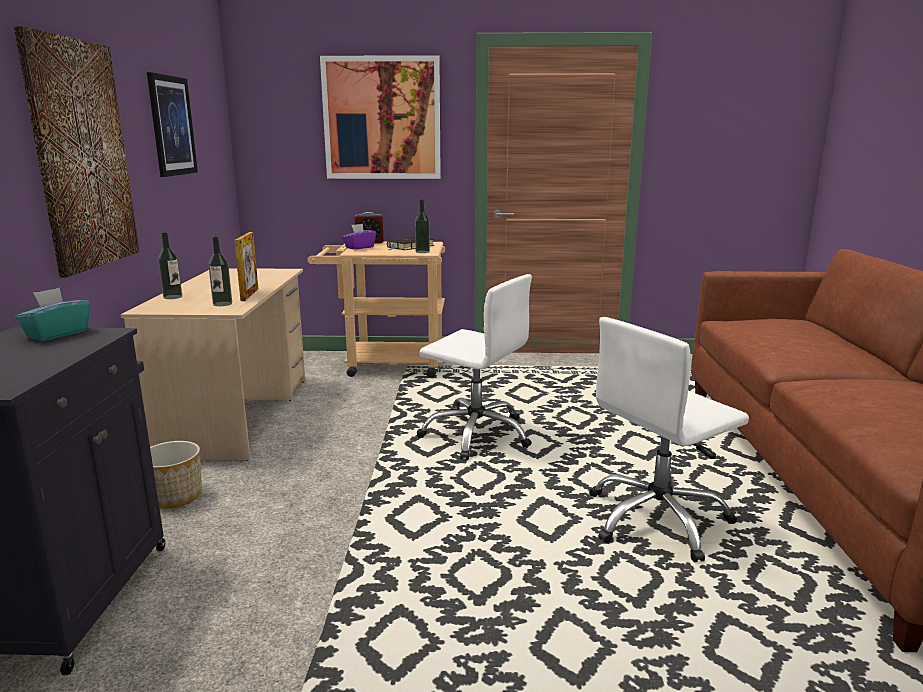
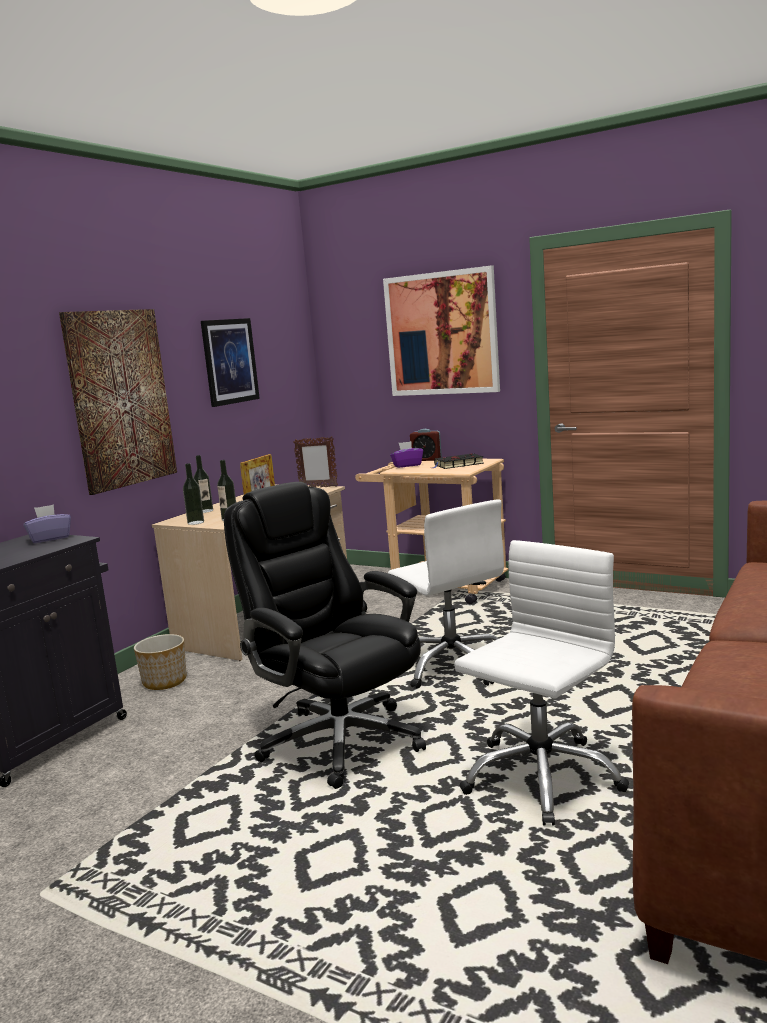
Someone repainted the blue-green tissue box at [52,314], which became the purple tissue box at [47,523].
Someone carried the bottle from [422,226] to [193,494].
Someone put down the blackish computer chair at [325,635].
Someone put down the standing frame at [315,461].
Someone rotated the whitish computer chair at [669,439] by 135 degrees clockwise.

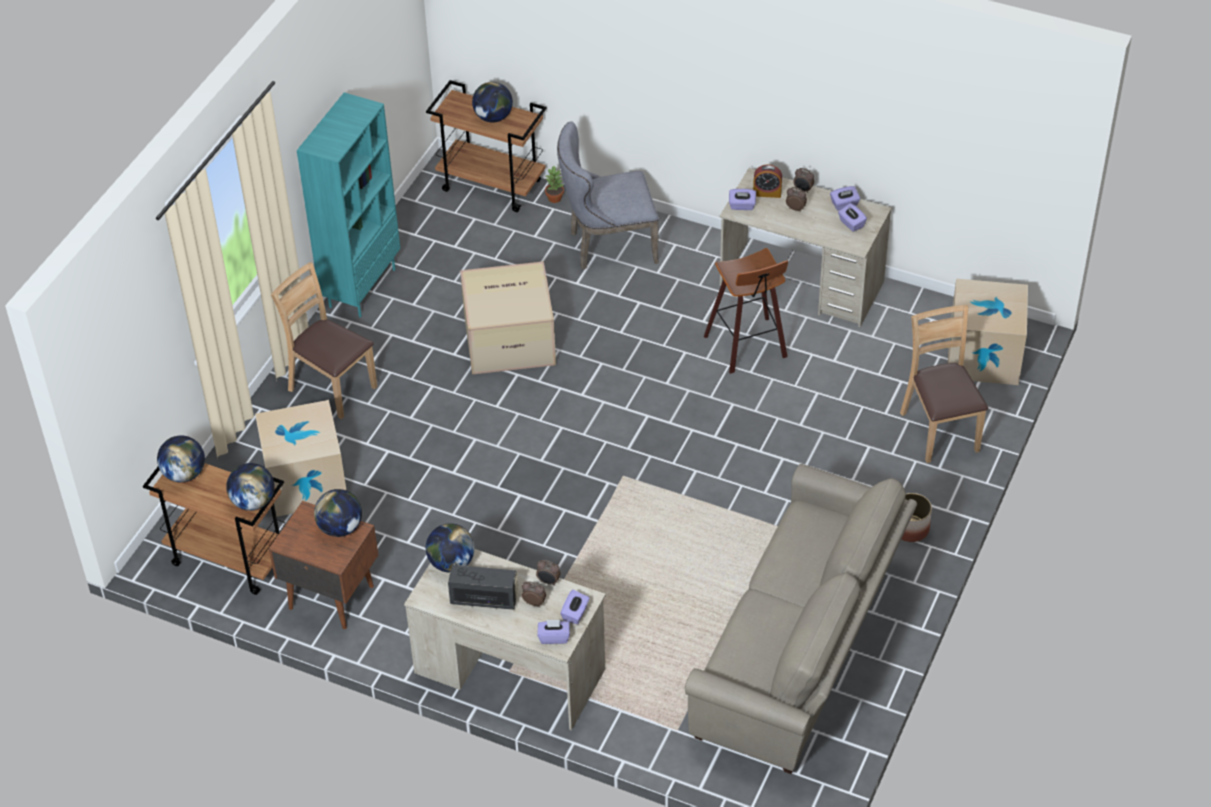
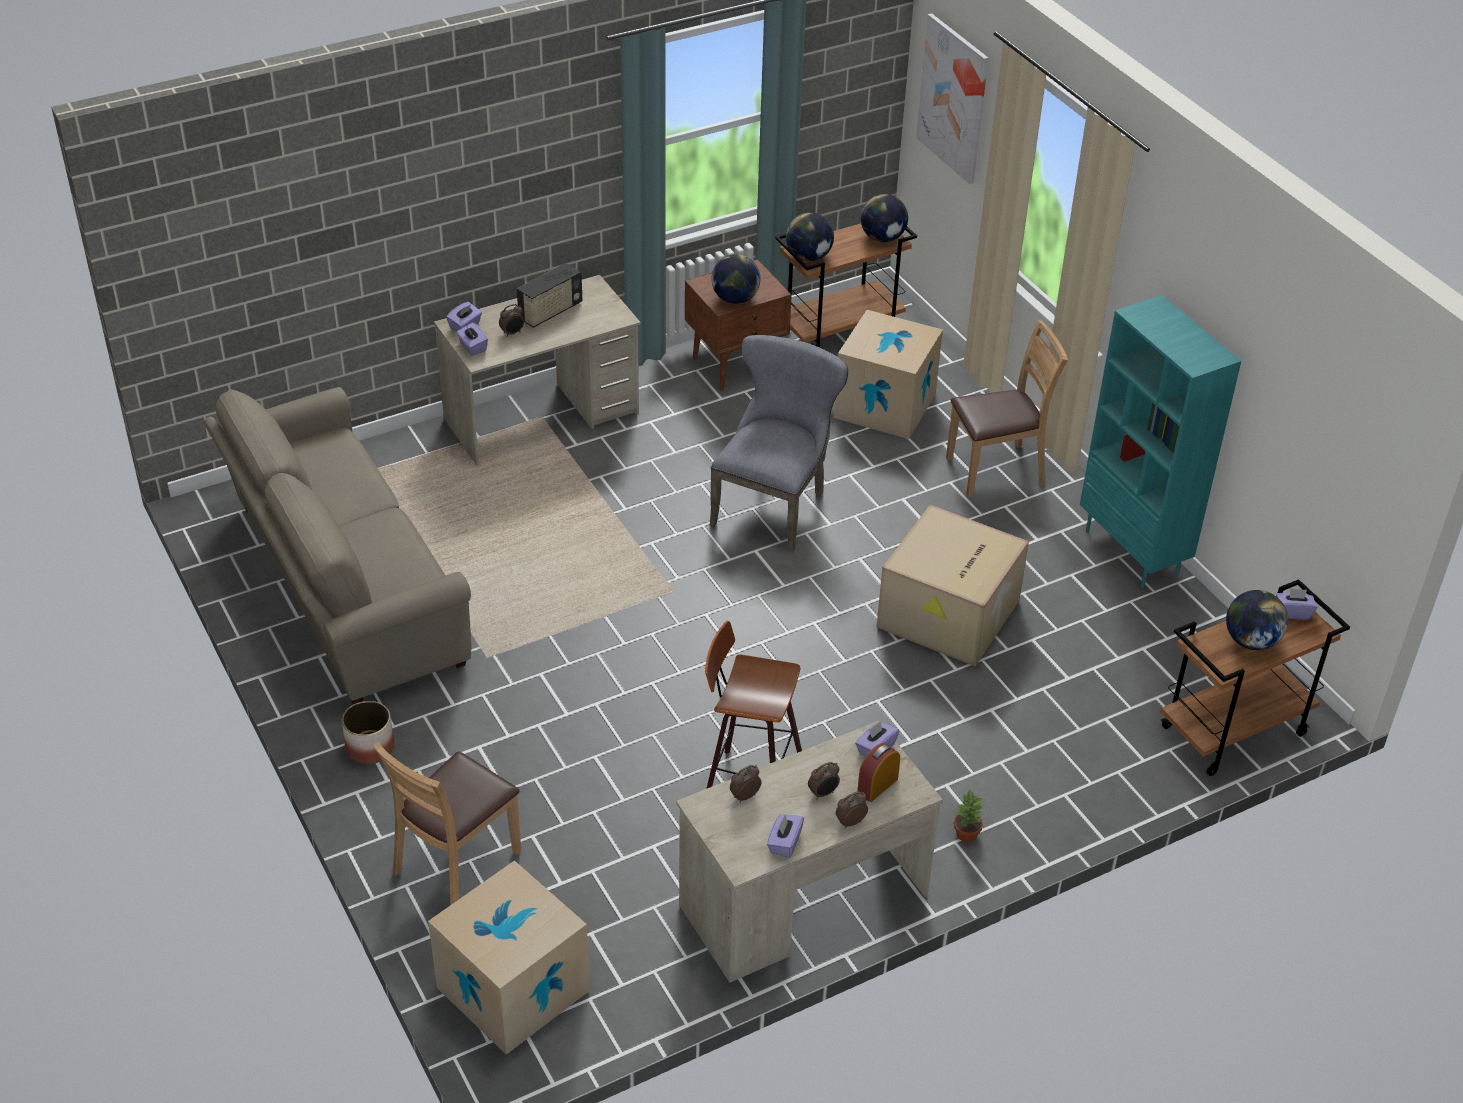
Someone rotated the brown upright chair at [944,384] by 105 degrees clockwise.
Someone carried the gray upright chair from [608,195] to [779,443].
Someone carried the bedside clock from [548,573] to [746,784].
Someone put up the picture at [952,98].
Someone carried the plant in a pot from [554,184] to [969,816].
Someone carried the purple tissue box from [852,217] to [1296,604].
Someone took away the world globe at [450,547].

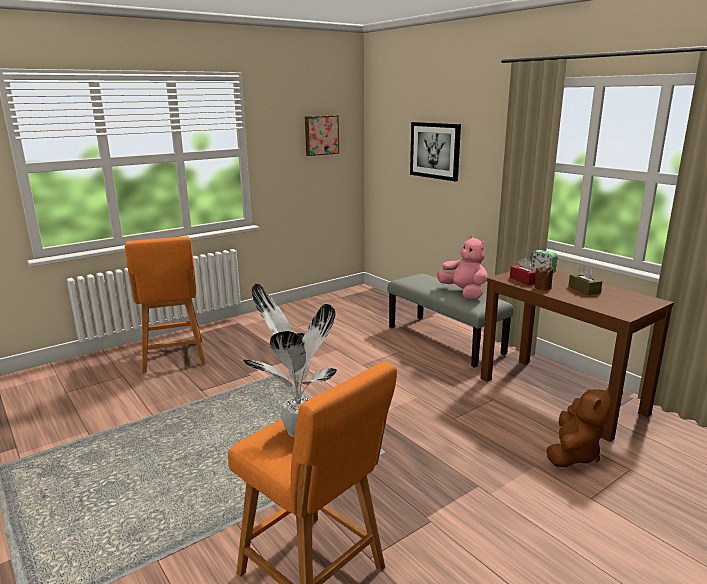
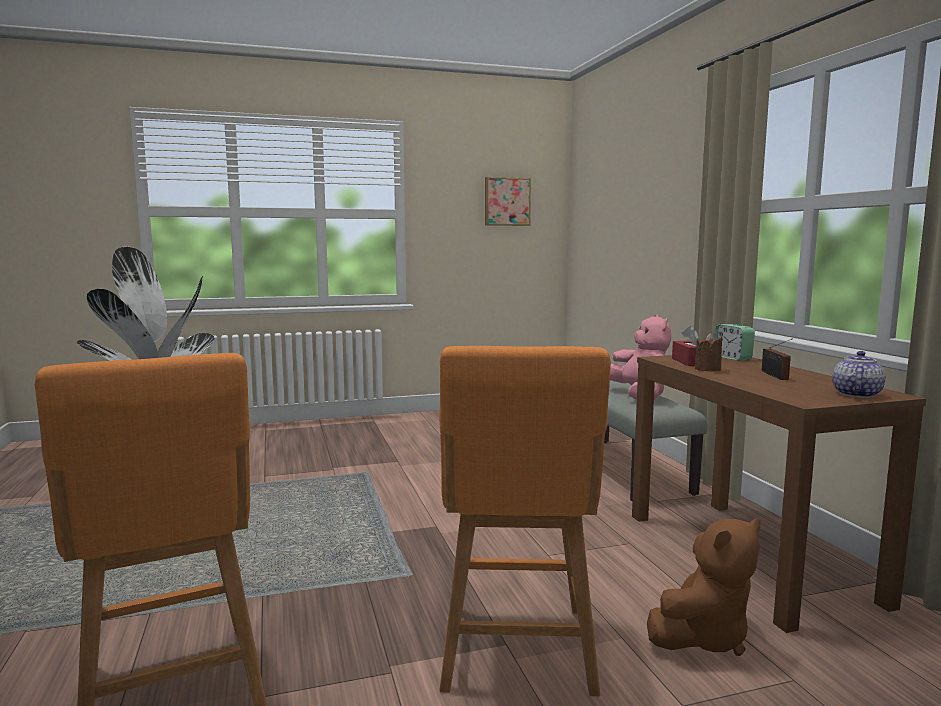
Someone carried the orange-coloured stool seat from [165,304] to [525,521].
Someone swapped the brown tissue box at [585,280] for the radio set at [777,359].
Someone put down the teapot at [859,374].
Someone took away the picture at [435,152].

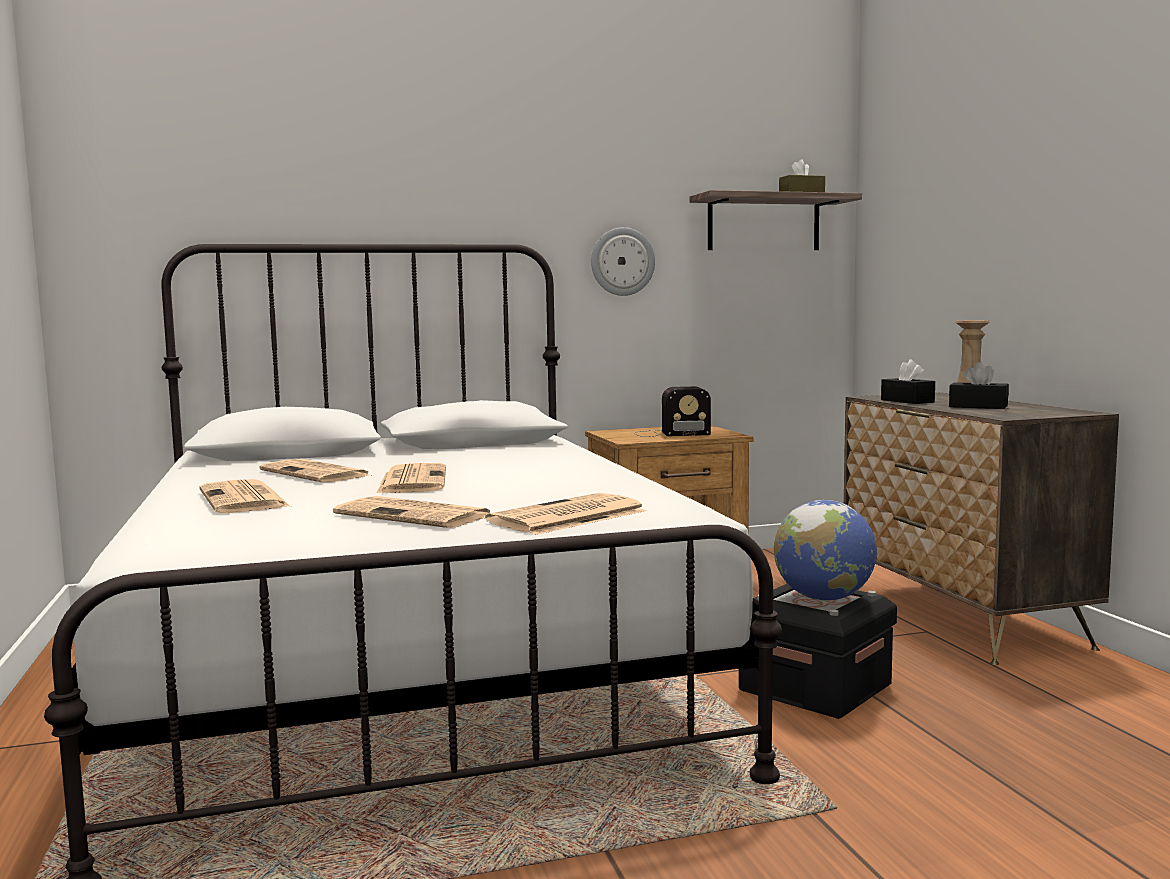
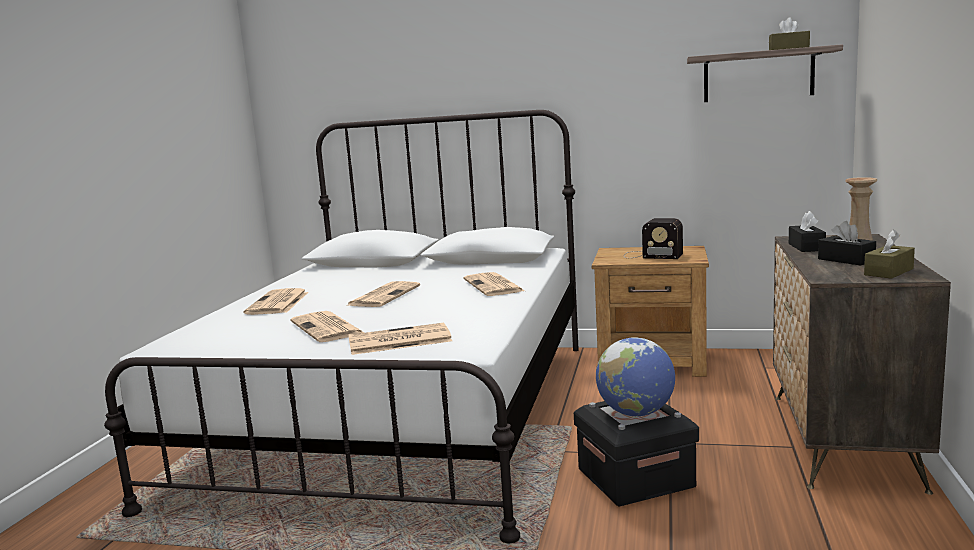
Someone carried the daily paper from [316,470] to [494,284].
Someone put down the brown tissue box at [889,254].
Someone took away the hanging clock at [623,261].

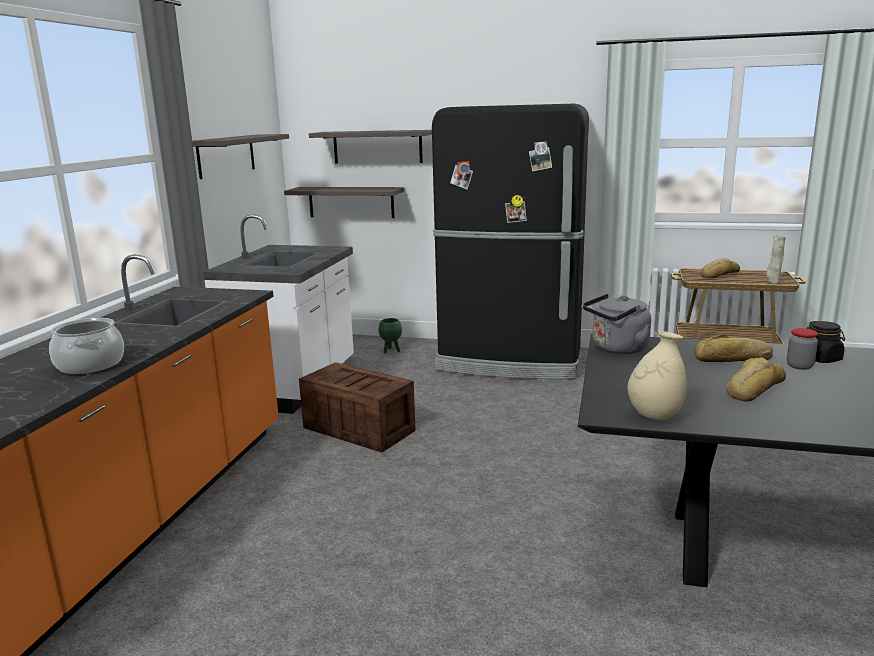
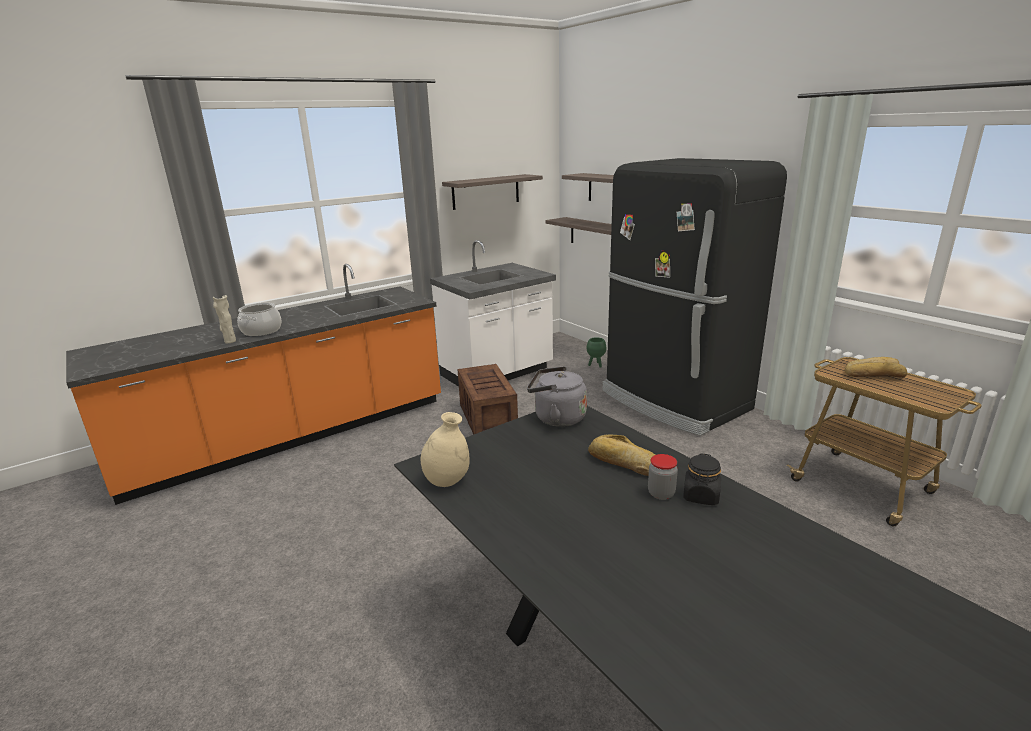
Someone carried the beige vase from [776,259] to [224,319].
Someone took away the bread at [756,379].

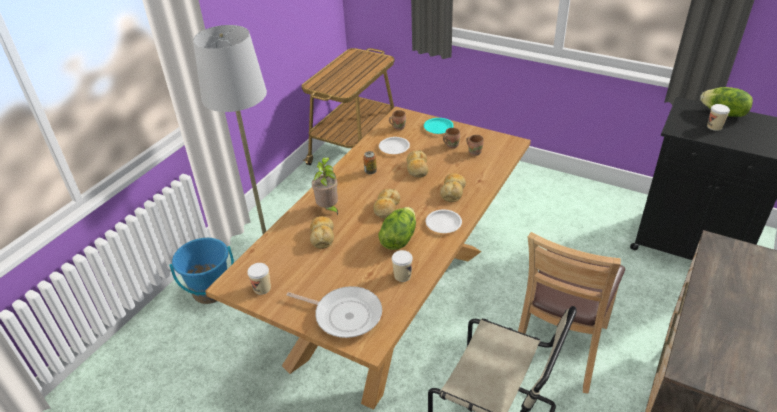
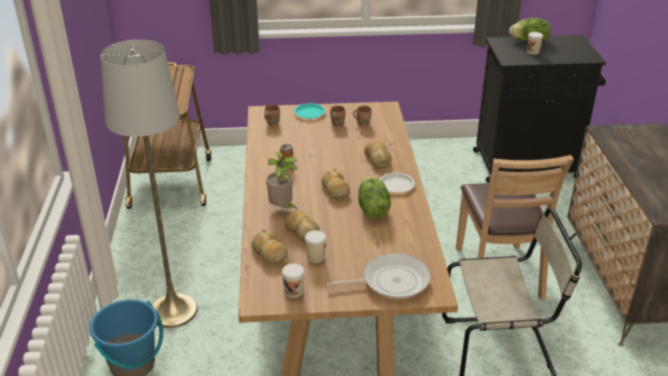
Someone carried the bread from [417,164] to [269,247].
Someone carried the drinking cup from [402,266] to [315,246].
Someone took away the whitish flat dish at [394,145].

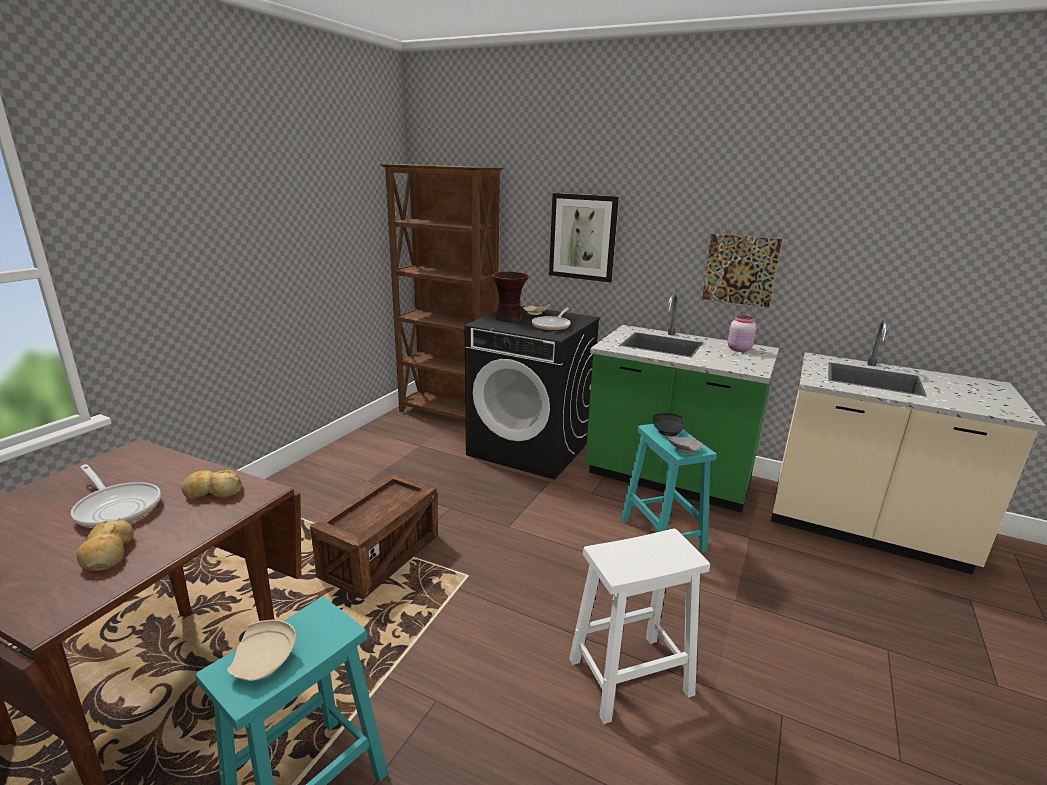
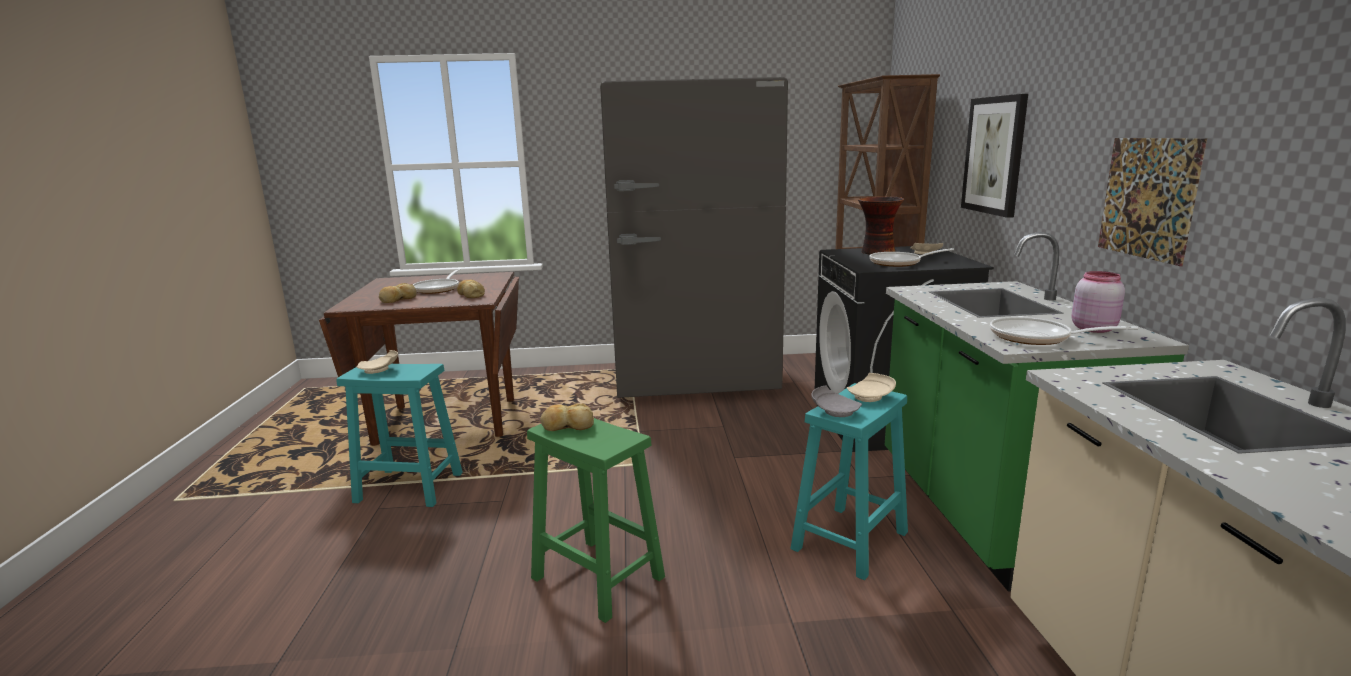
Someone repainted the whitish stool seat at [639,626], which became the green-coloured stool seat at [596,520].
Someone put down the bread at [567,417].
Someone put down the gray fridge at [694,237].
Someone repainted the blackish flat dish at [668,424], which became the beige flat dish at [871,387].
Someone put down the frying pan at [1064,331].
Someone took away the shipping crate at [374,536].

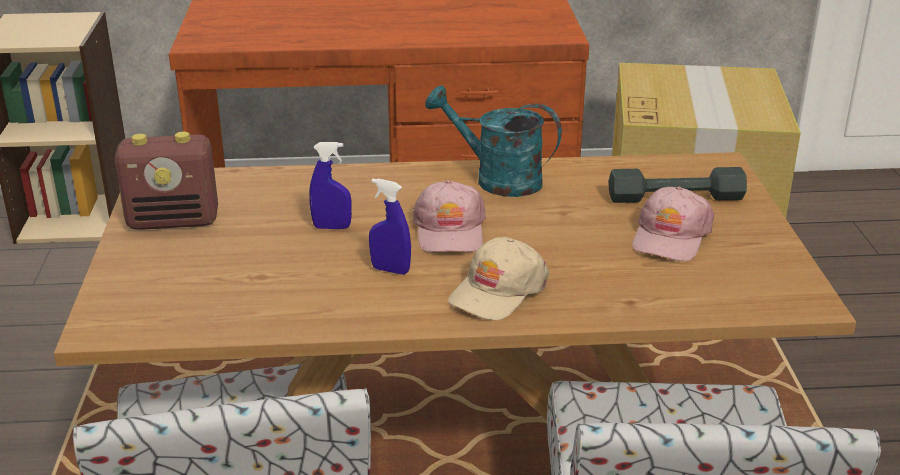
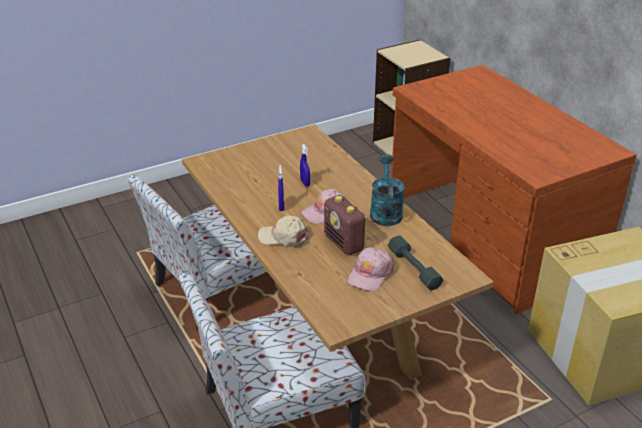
Someone carried the radio set from [166,181] to [345,225].
Someone rotated the pink peaked cap at [673,224] by 60 degrees counterclockwise.

